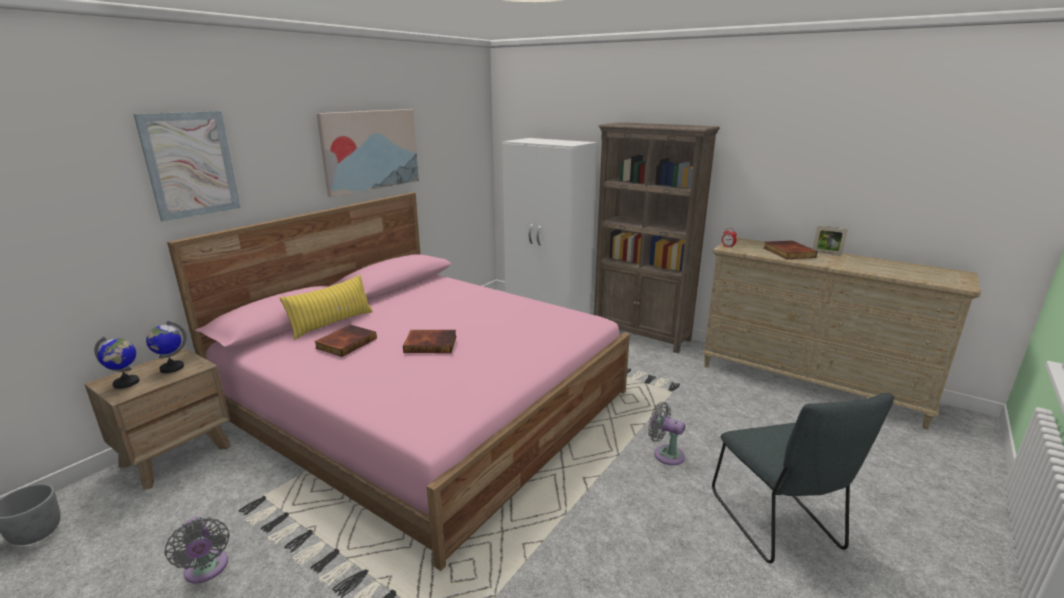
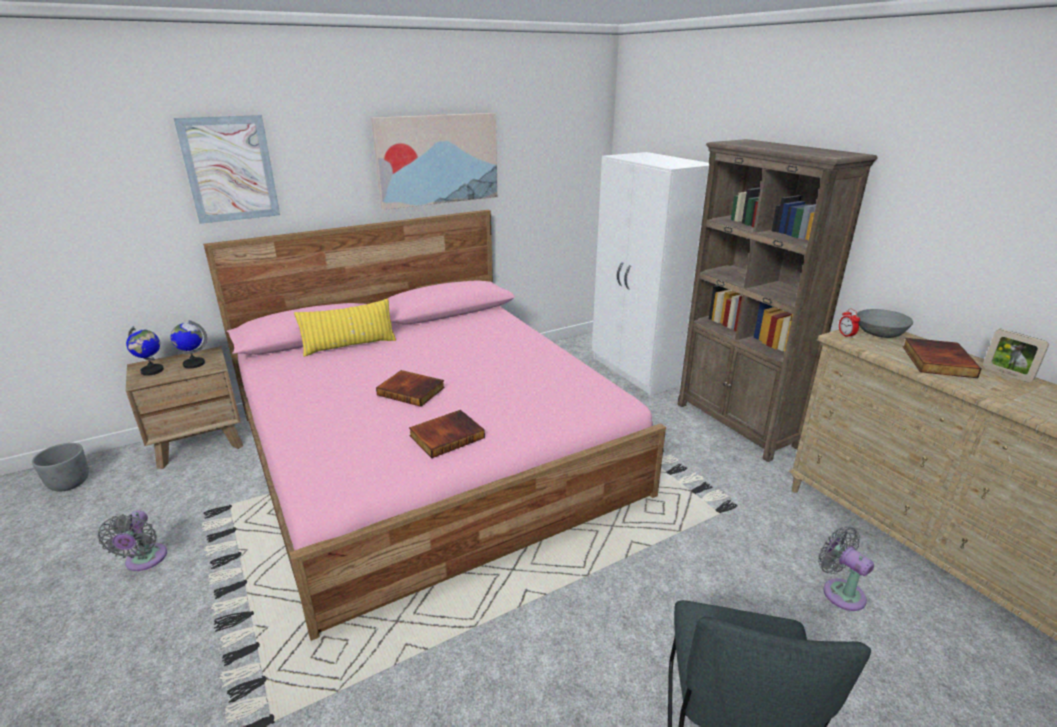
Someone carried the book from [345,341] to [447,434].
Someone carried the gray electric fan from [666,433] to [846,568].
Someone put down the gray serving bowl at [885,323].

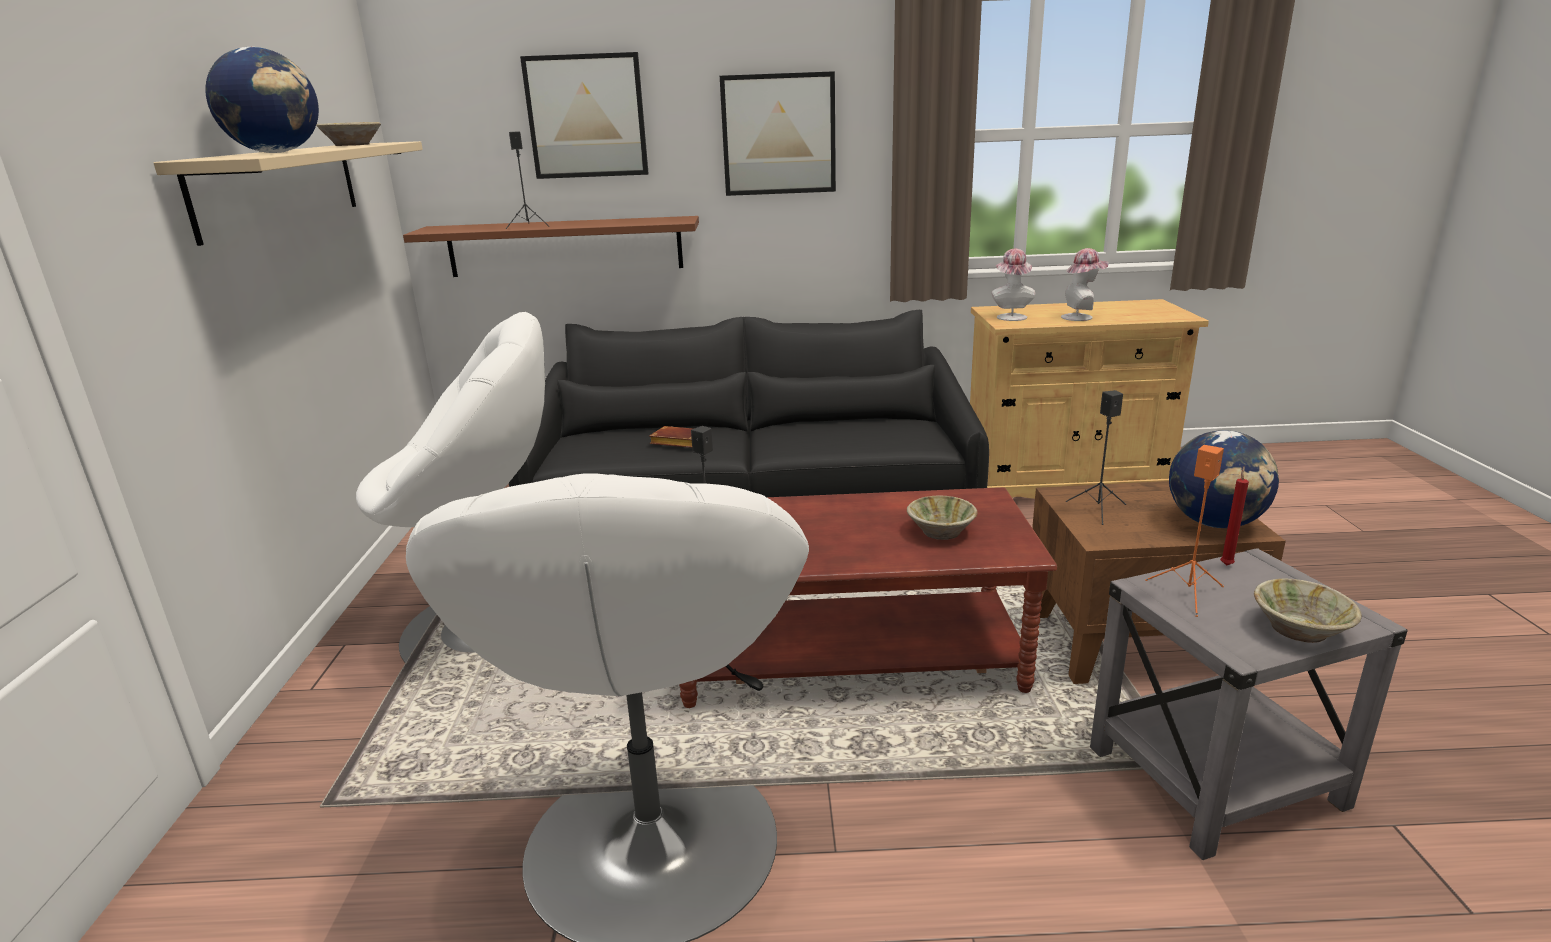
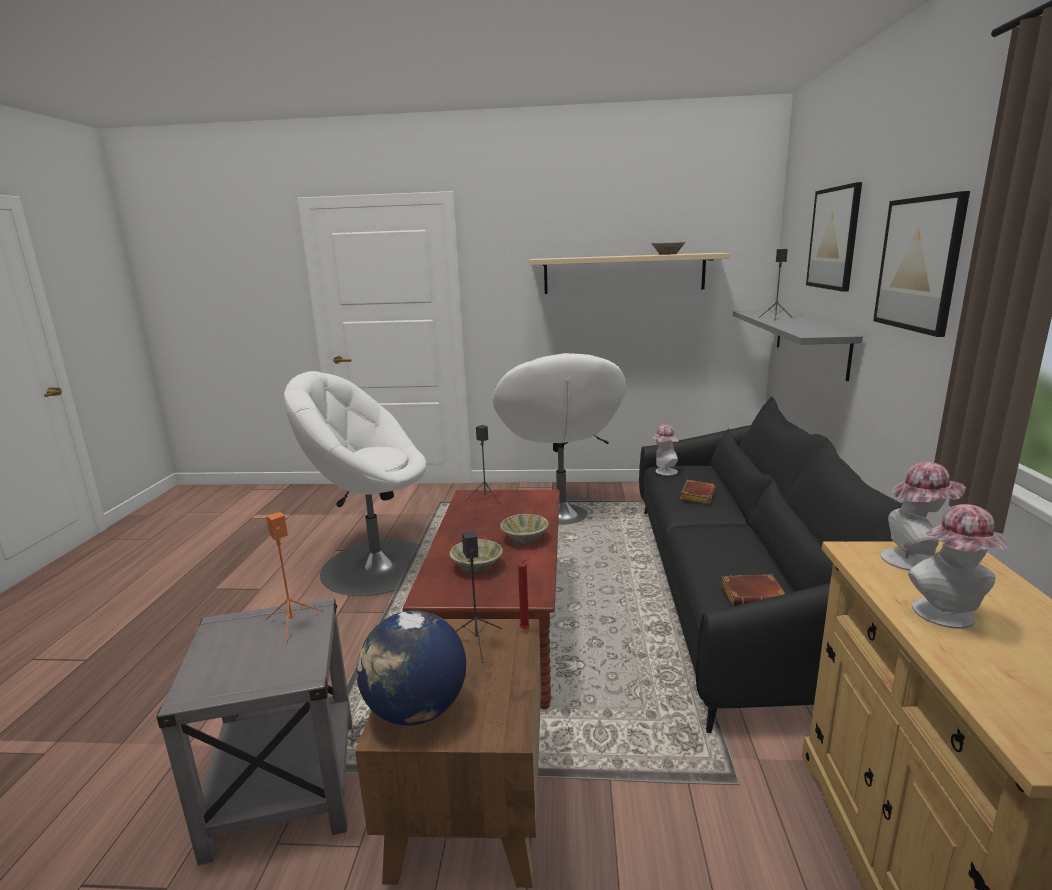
Someone carried the beige serving bowl from [1308,611] to [524,529].
Someone carried the red-coloured wax light from [1234,516] to [524,594].
Someone put down the clothing hat at [664,450].
Someone put down the brown book at [752,590].
Someone repainted the brown bracket shelf at [551,246], which became the gray bracket shelf at [798,345].
Someone took away the world globe at [262,100].

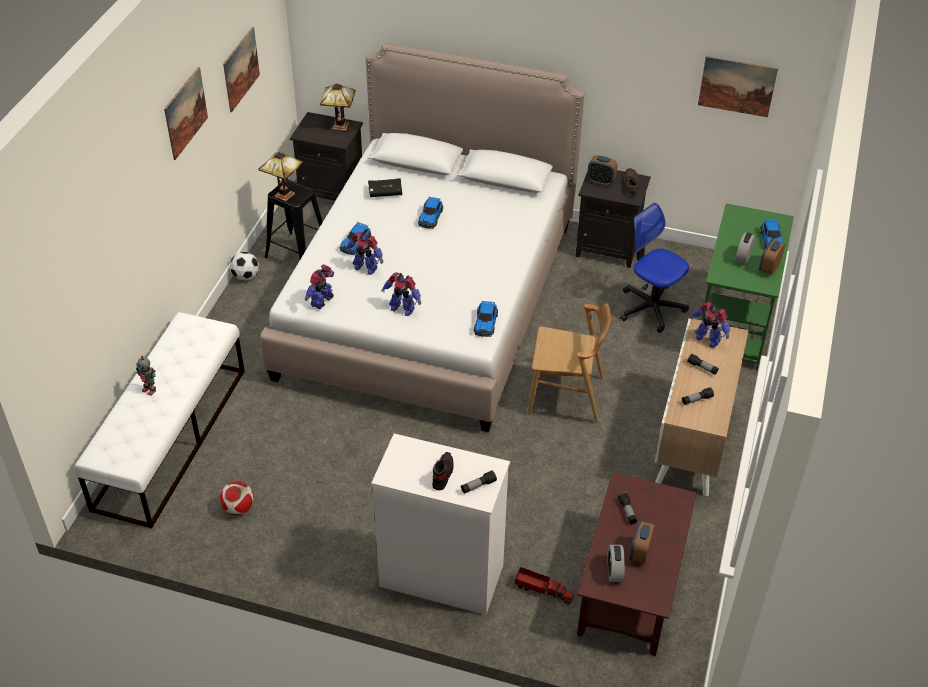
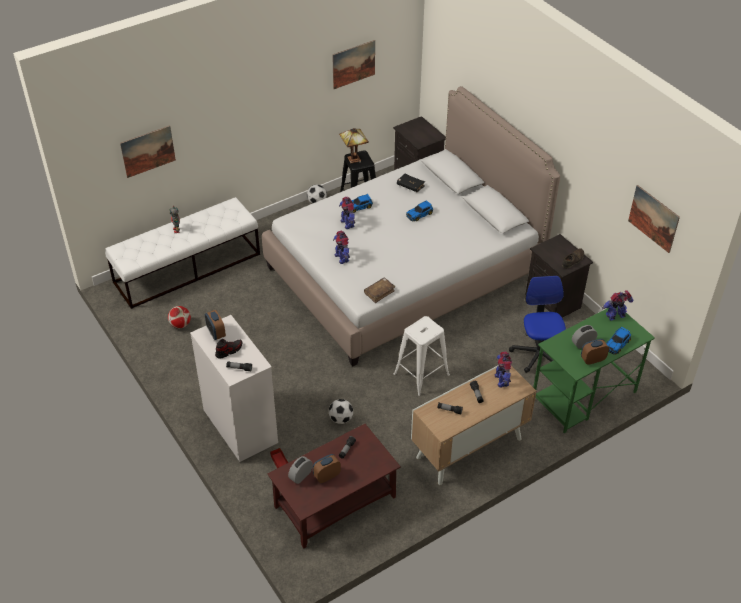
Someone carried the picture from [186,113] to [148,151].
Someone carried the bedside clock from [602,170] to [215,325].
Someone put down the football at [341,411].
Someone swapped the miniature car at [486,319] for the brown book at [379,290].
Someone swapped the brown upright chair at [569,363] for the whitish stool seat at [422,356].
Someone carried the toy robot from [319,286] to [618,305].
Someone took away the tabletop lamp at [338,107].

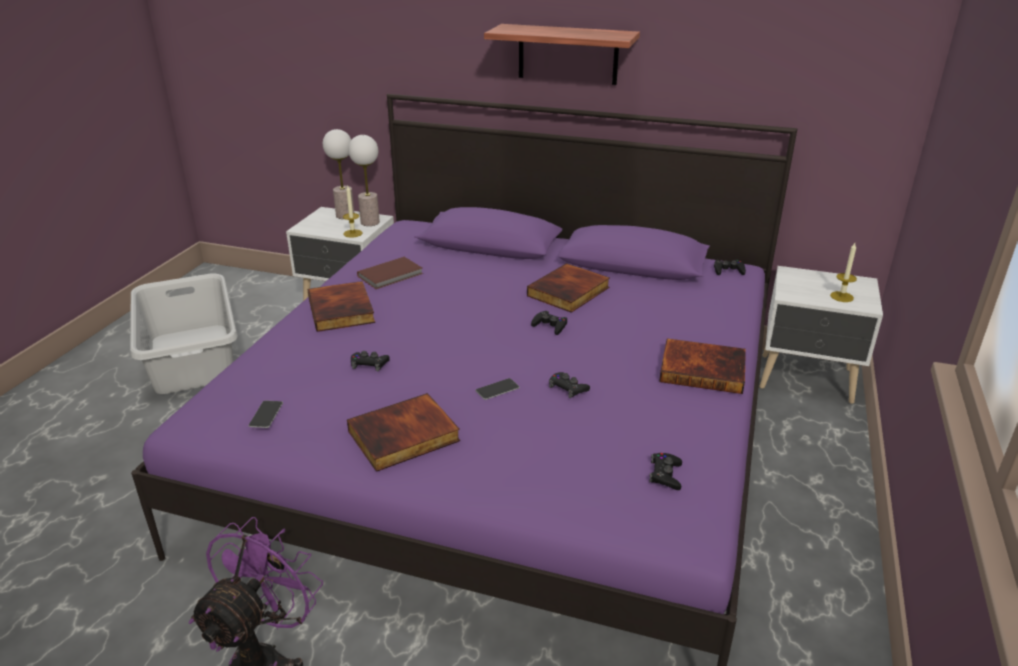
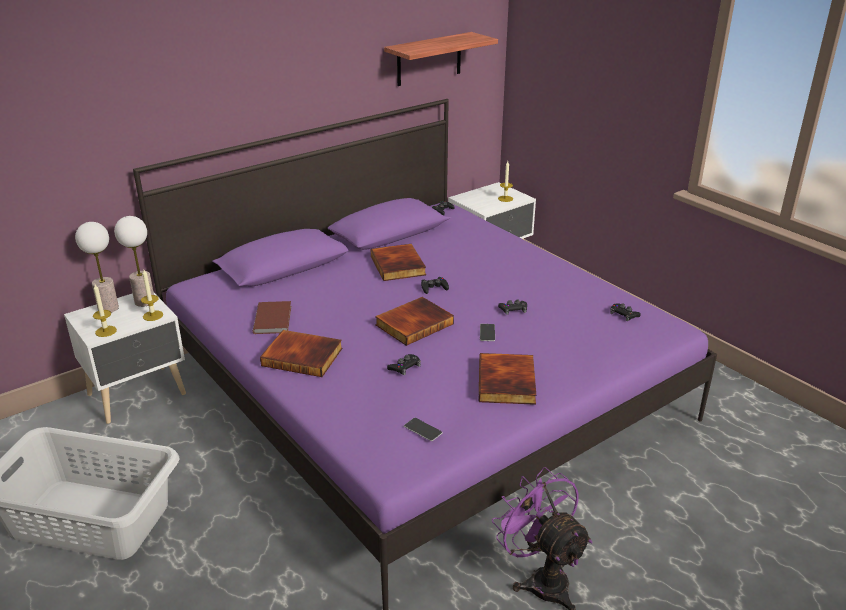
Someone put down the wax light at [105,310].
Someone carried the book from [702,366] to [414,321].
Someone carried the bracket shelf from [562,54] to [441,59].

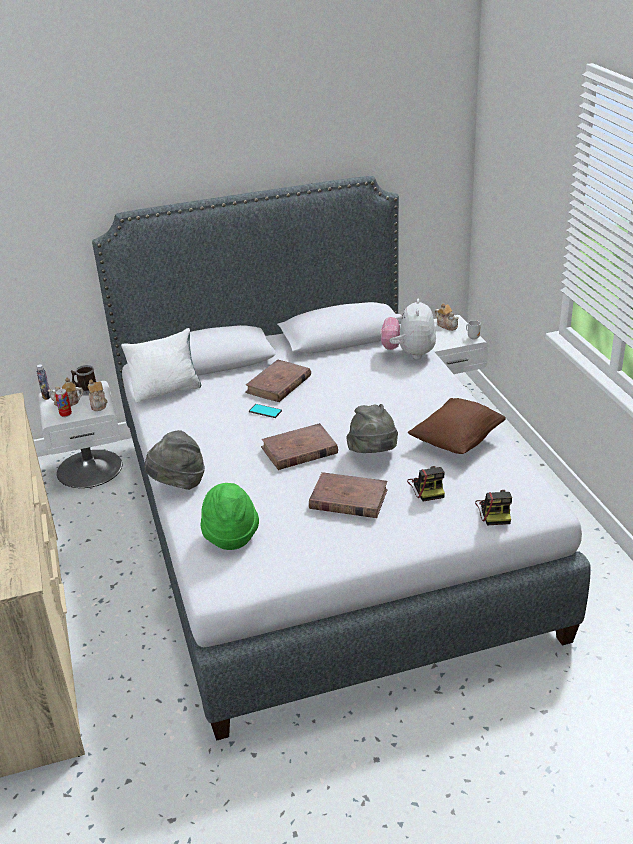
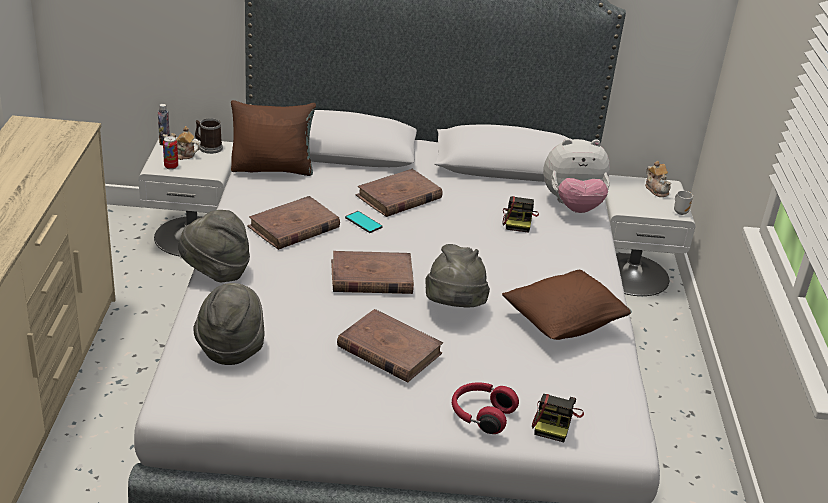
Someone repainted the green-coloured clothing hat at [230,516], which became the gray clothing hat at [229,324].
Someone repainted the whitish cushion at [161,365], which became the brown cushion at [273,138].
Someone put down the brown book at [293,223].
Someone put down the red-coloured headset at [485,408].
Someone carried the still camera from [426,483] to [520,214].
Someone rotated the cuddly toy at [408,328] by 120 degrees counterclockwise.
Someone took away the teapot at [97,395].

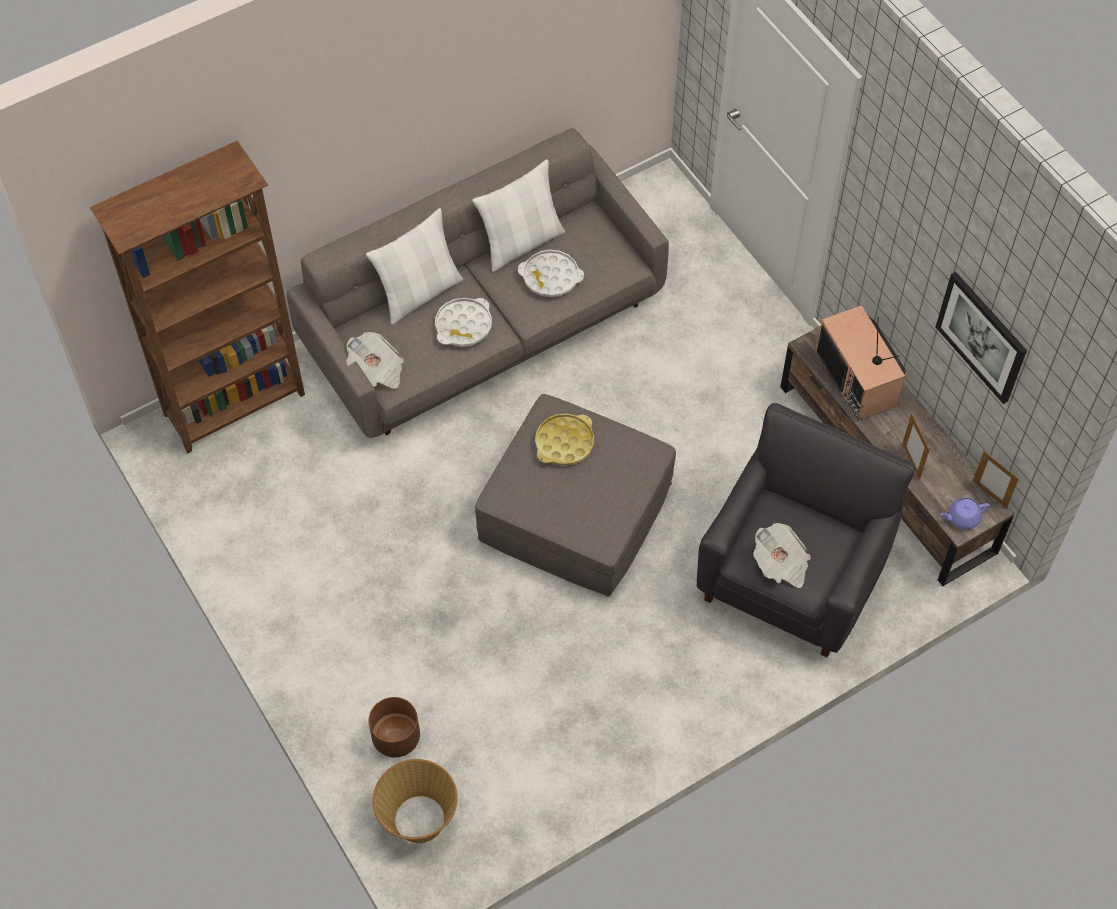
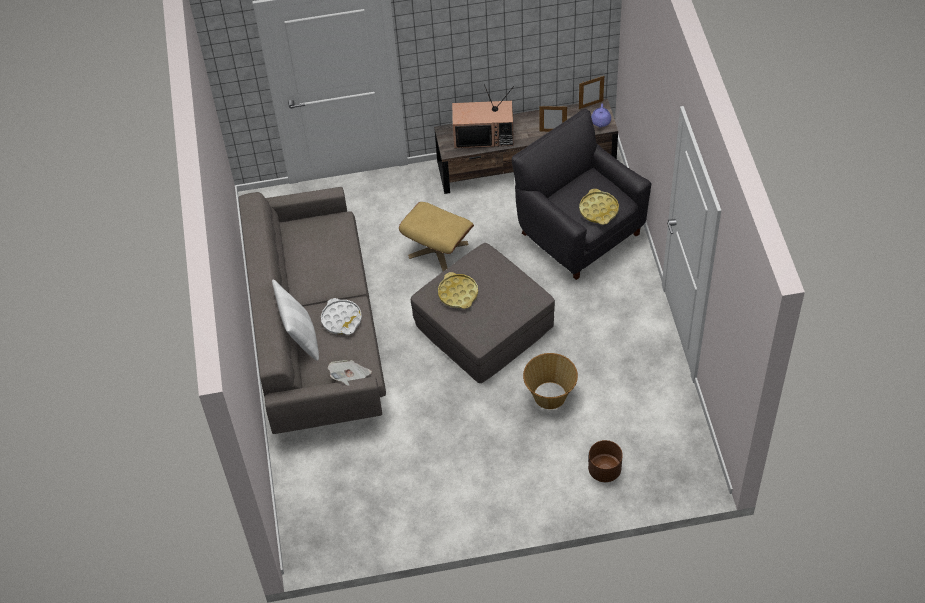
Someone put down the beige pouffe at [436,236].
Someone carried the basket from [415,801] to [550,381].
Someone swapped the daily paper at [782,555] for the yellow carrying tray at [599,207].
Someone took away the brown shelving unit at [197,297].
Someone took away the whitish cushion at [518,215].
Someone took away the whitish carrying tray at [551,273].
Someone took away the picture at [981,338].

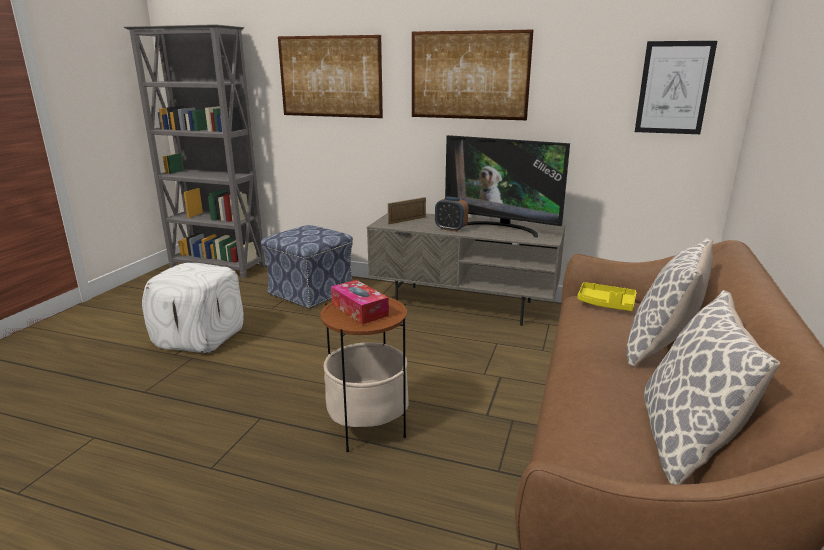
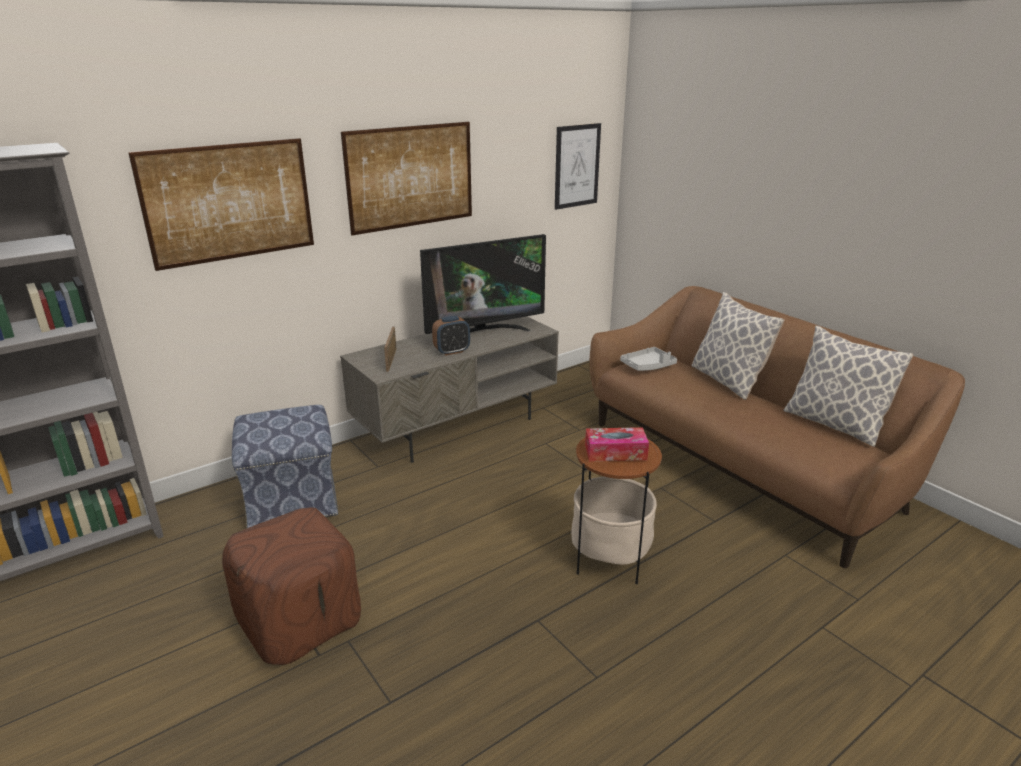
Someone repainted the whitish pouffe at [193,307], which became the brown pouffe at [291,586].
Someone repainted the yellow carrying tray at [607,296], which became the gray carrying tray at [648,359].

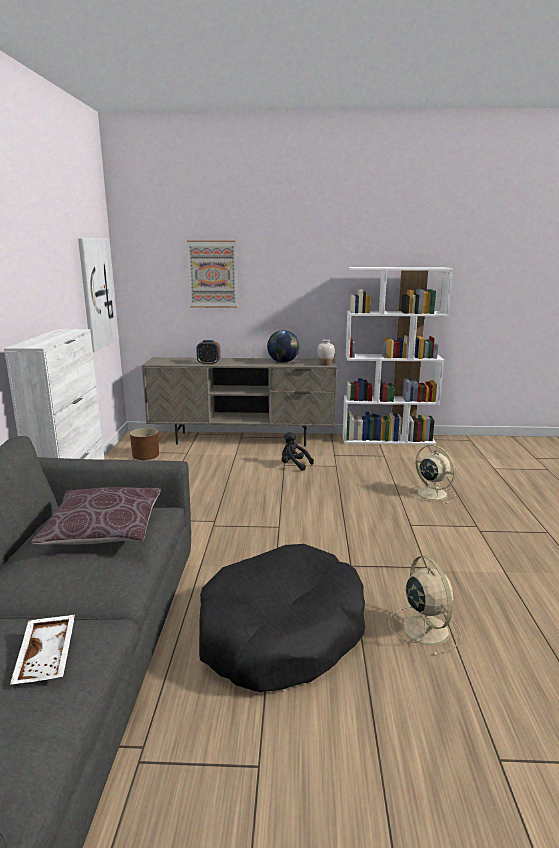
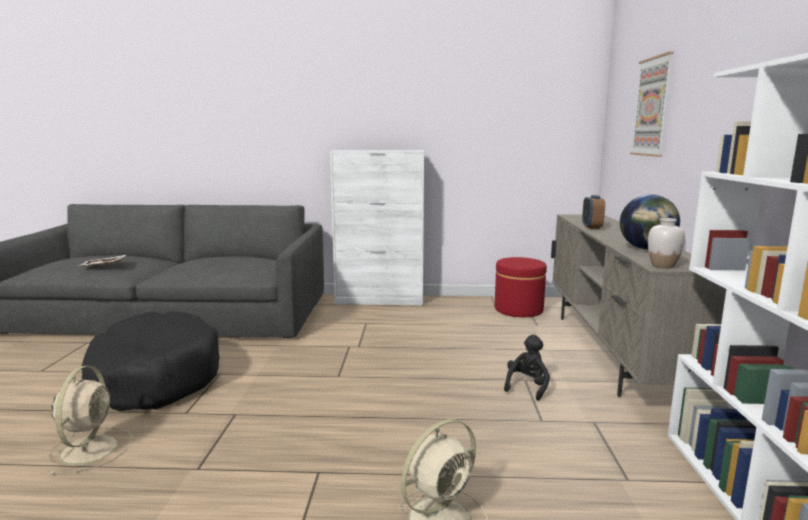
Someone rotated the beige electric fan at [425,606] by 75 degrees counterclockwise.
Someone swapped the brown plant pot at [144,444] for the red-coloured pouffe at [521,287].
Someone took away the brown cushion at [96,516].
Someone took away the picture at [98,295].

